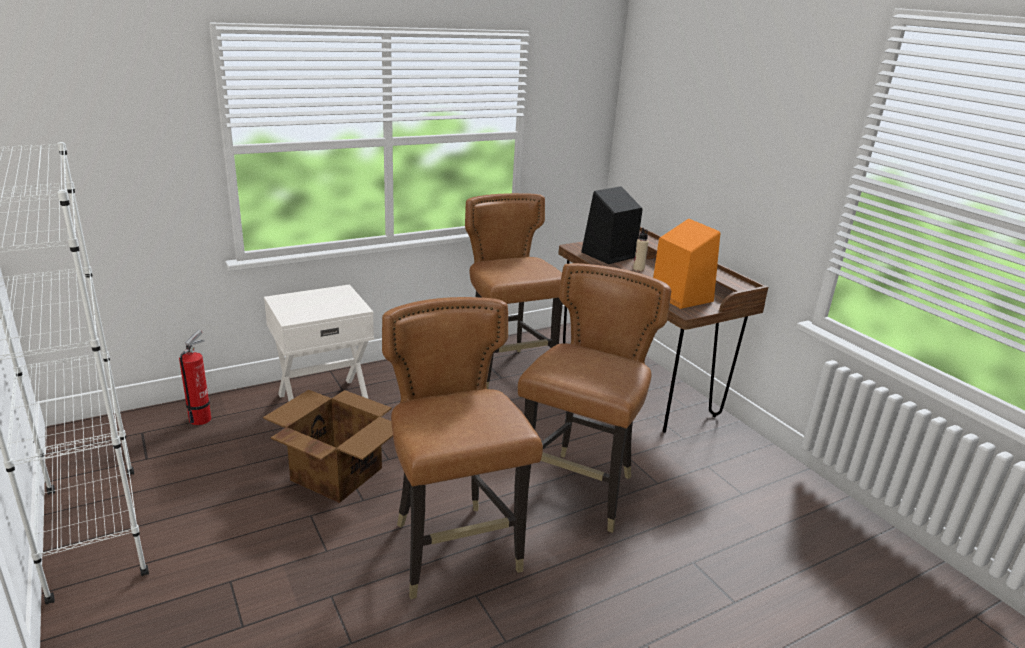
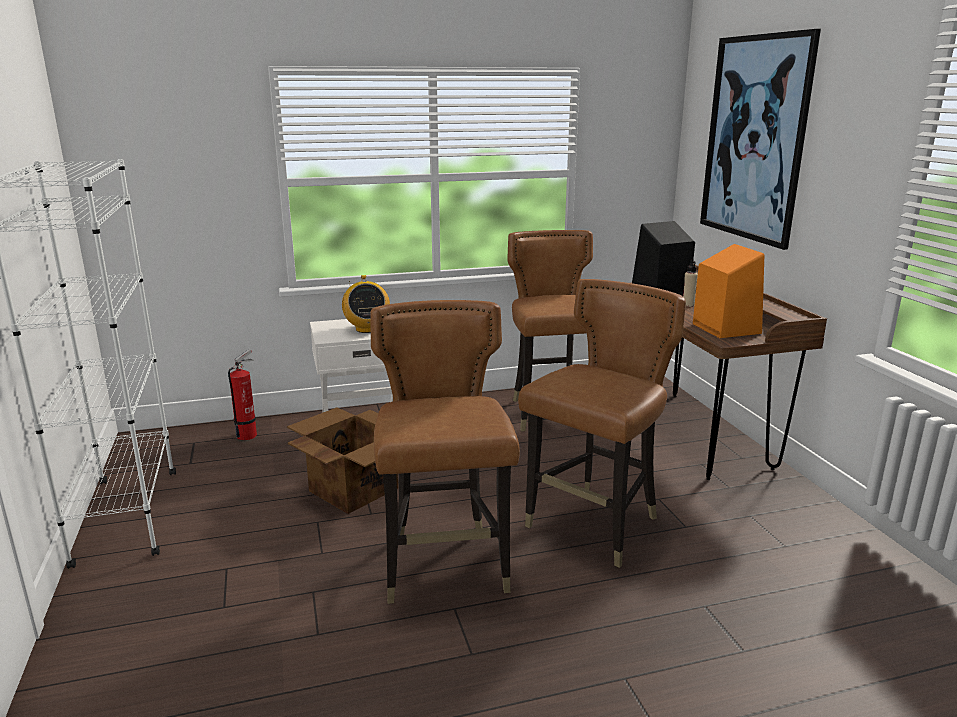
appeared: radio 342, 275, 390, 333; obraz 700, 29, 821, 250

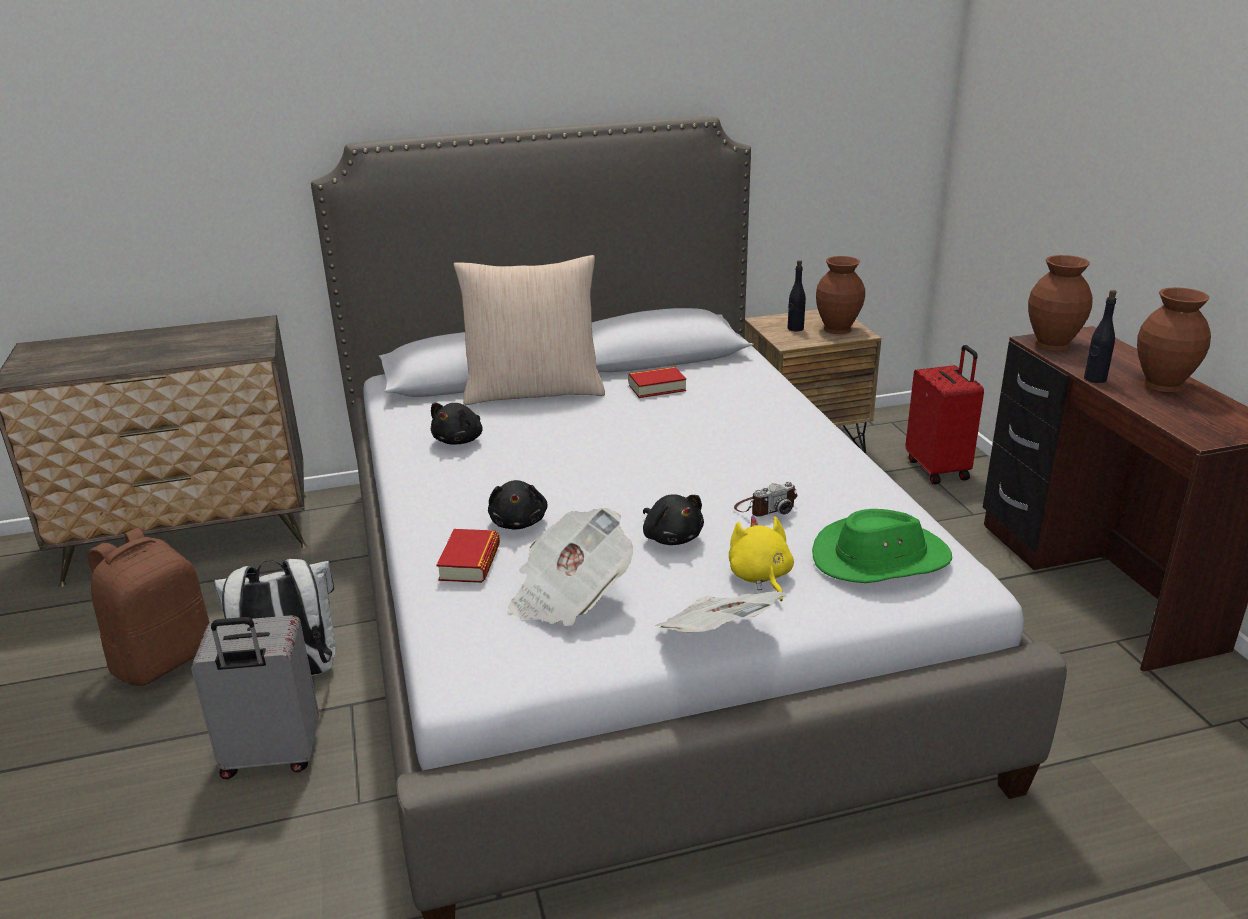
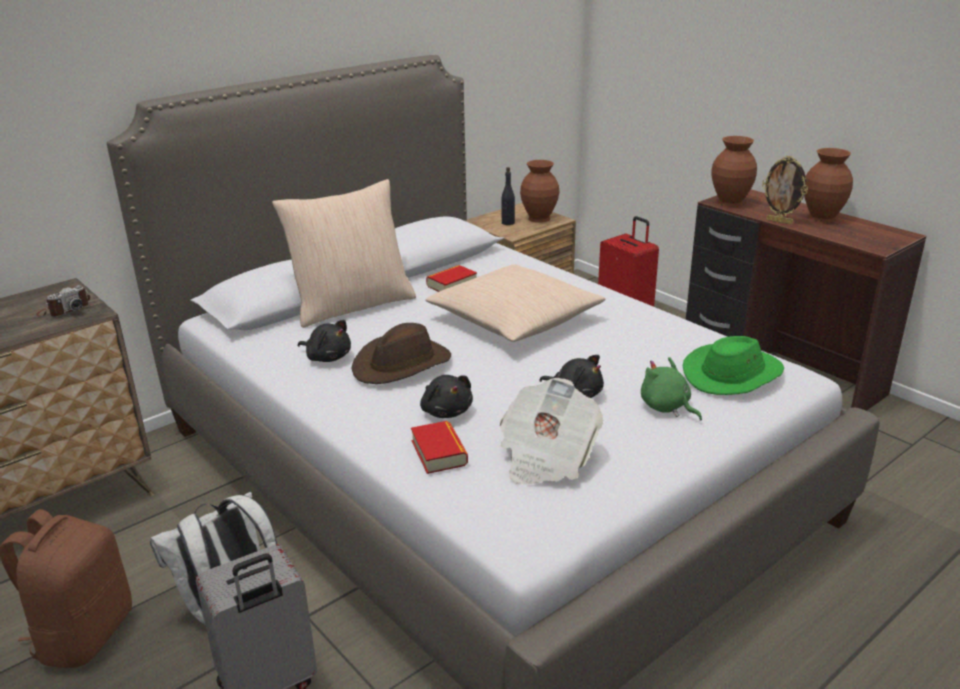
missing: gazeta 654, 591, 788, 632
appeared: kapelusz [brązowy] 351, 323, 451, 384; poduszka [beżowy] 425, 264, 605, 342
relocated: aparat fotograficzny 734, 482, 797, 517 to 36, 285, 90, 317
exchanged: butelka [czarny] 1084, 290, 1117, 383 to ramka na zdjęcie 762, 156, 808, 224
colour: pluszak [żółty] 729, 515, 794, 601 to pluszak [zielony] 641, 357, 702, 421
spun: pluszak [czarny] 431, 403, 483, 445 = 298, 320, 351, 362 60 degrees counterclockwise

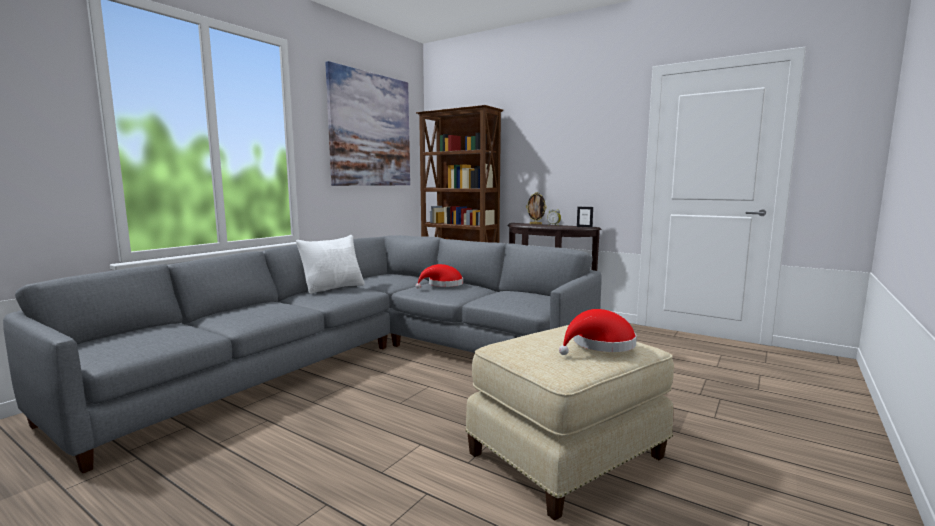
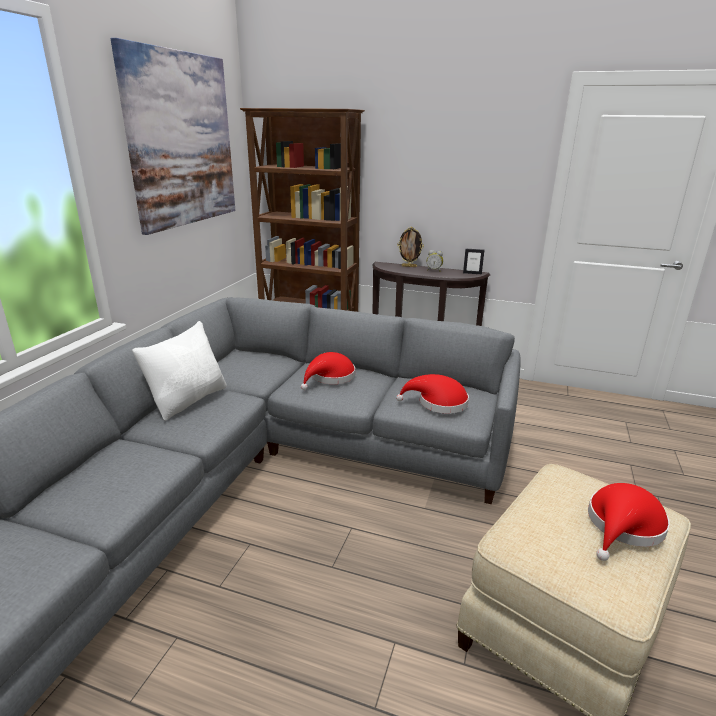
appeared: kapelusz [czerwony] 396, 374, 469, 413

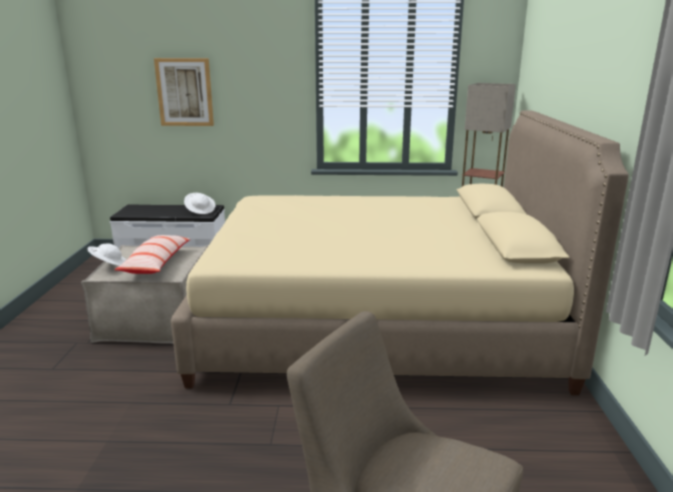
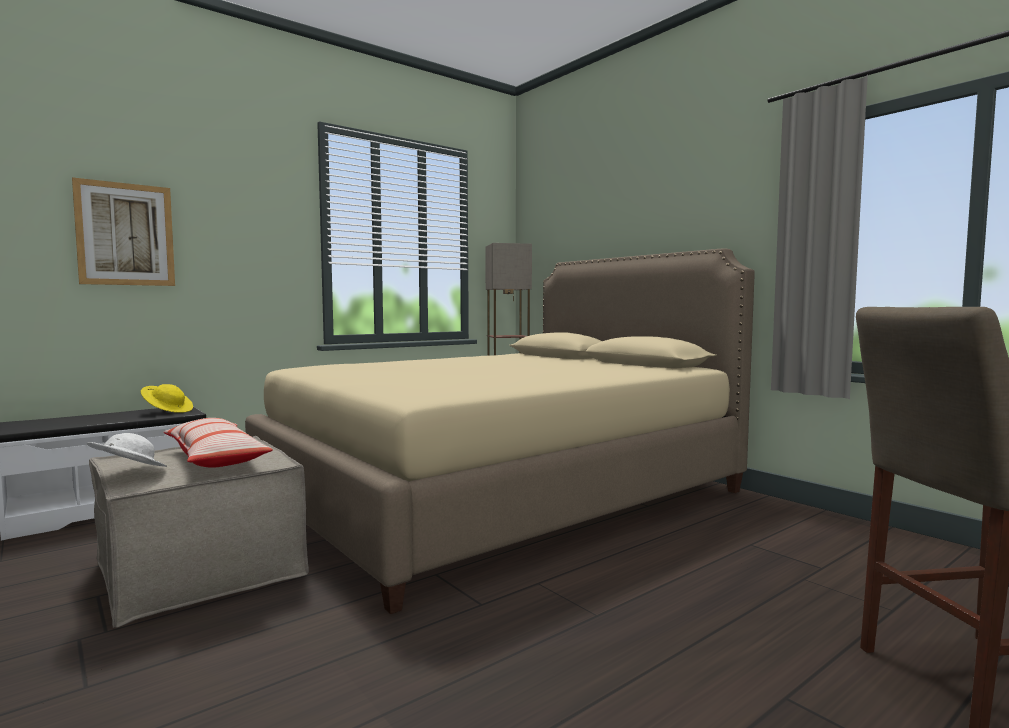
colour: kapelusz [biały] 184, 193, 216, 214 to kapelusz [żółty] 141, 384, 193, 413

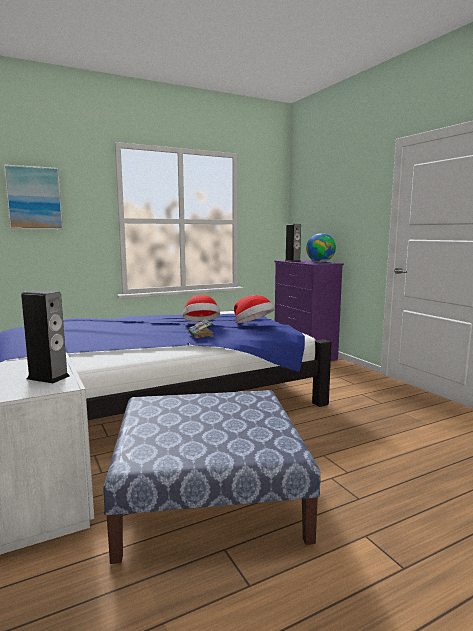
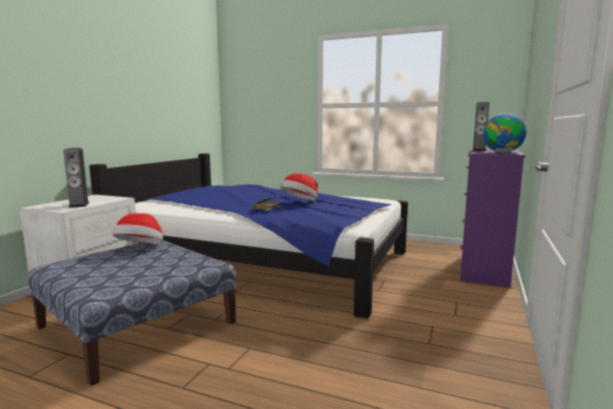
missing: obraz 4, 164, 63, 229
relocated: kapelusz 234, 295, 274, 323 to 113, 213, 163, 243

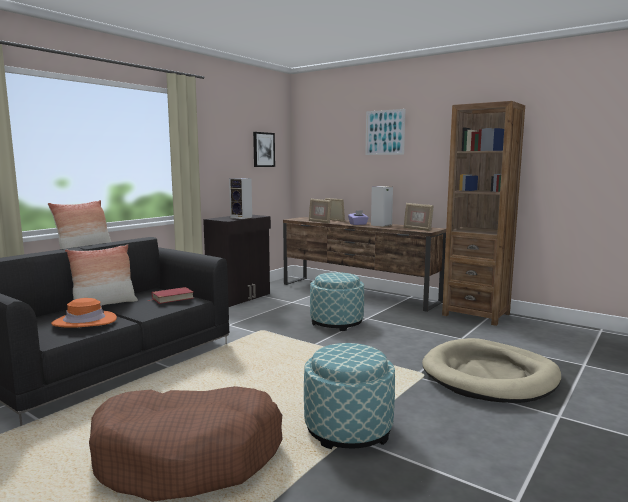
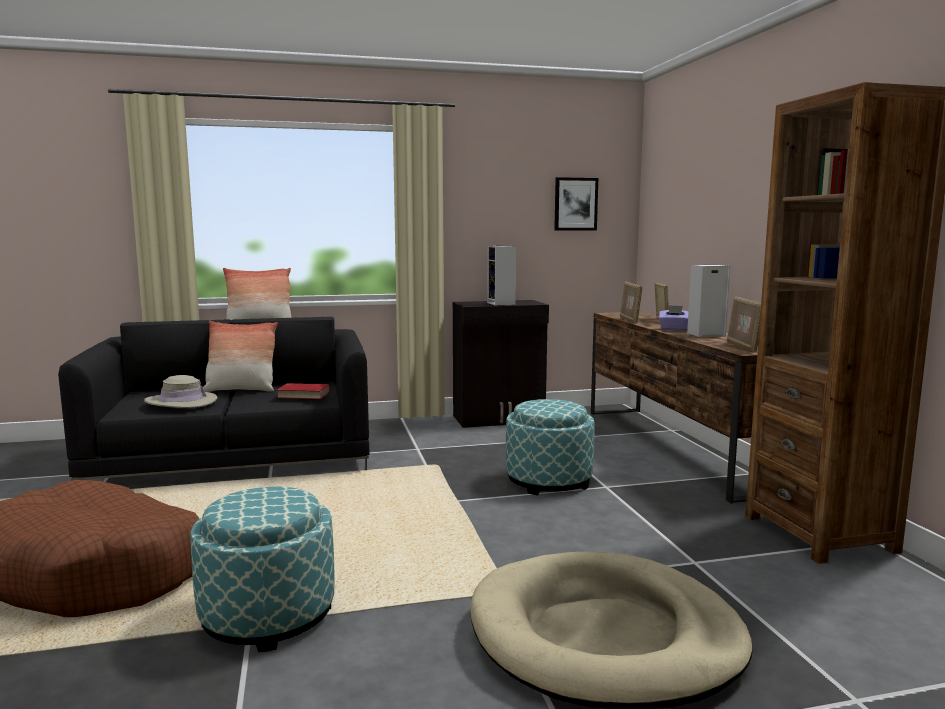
missing: obraz 365, 109, 406, 155
colour: kapelusz [pomarańczowy] 51, 298, 117, 328 to kapelusz [beżowy] 144, 375, 217, 408

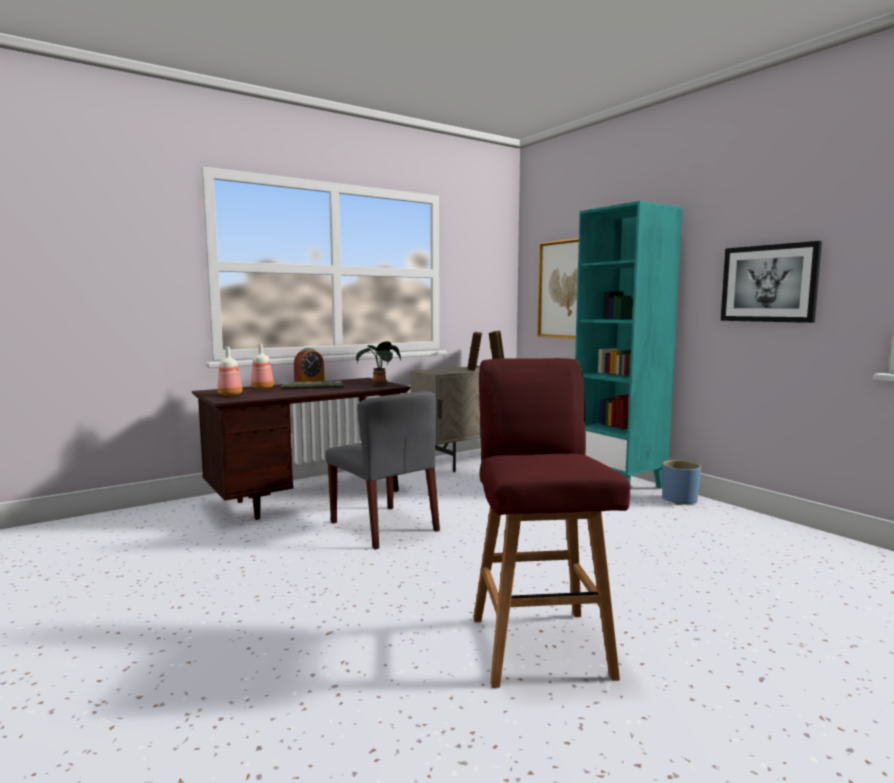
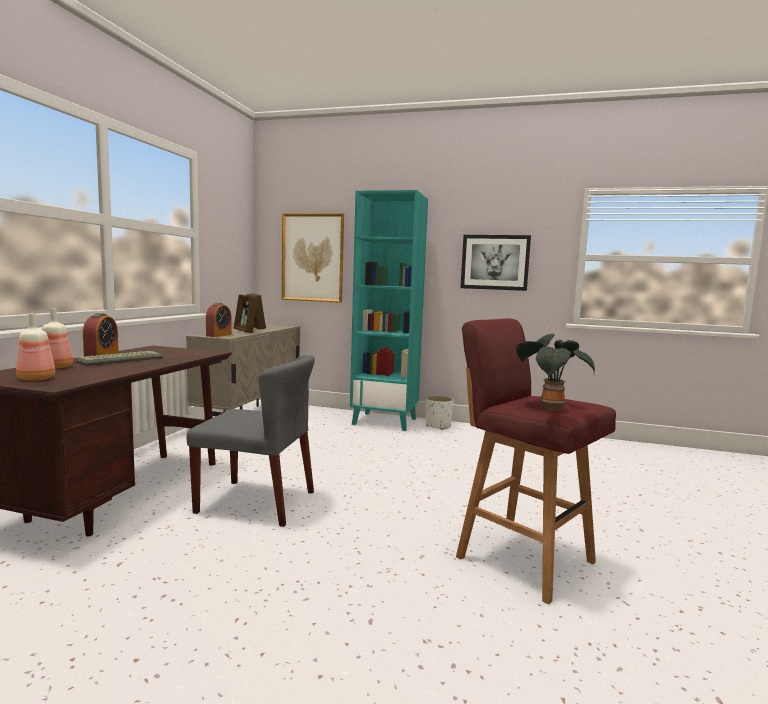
appeared: budzik 206, 303, 232, 337
relocated: roślina doniczkowa 356, 341, 401, 386 to 516, 334, 595, 411
colour: donica [niebieski] 662, 460, 701, 505 to donica [biały] 426, 395, 454, 430

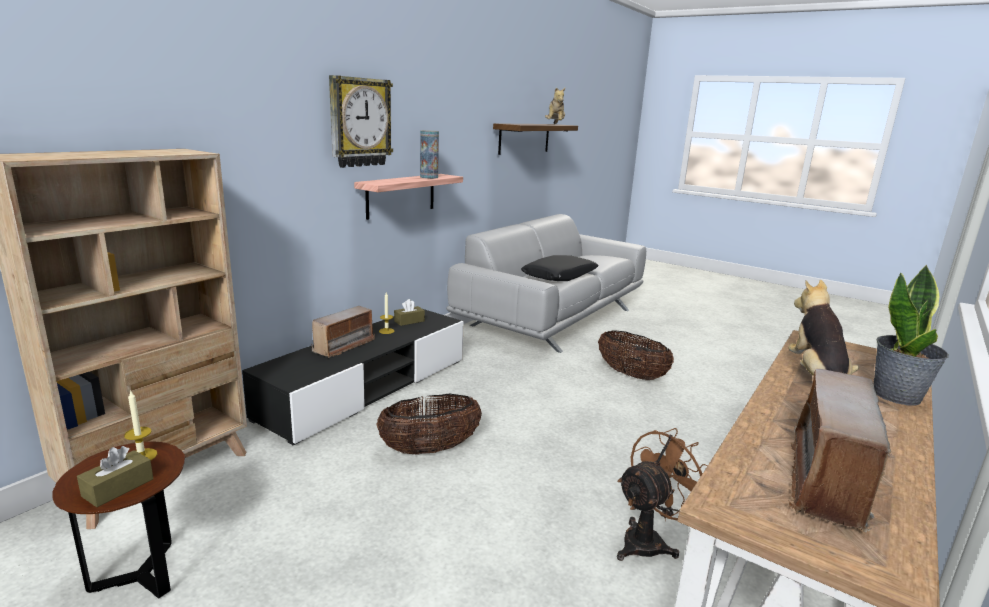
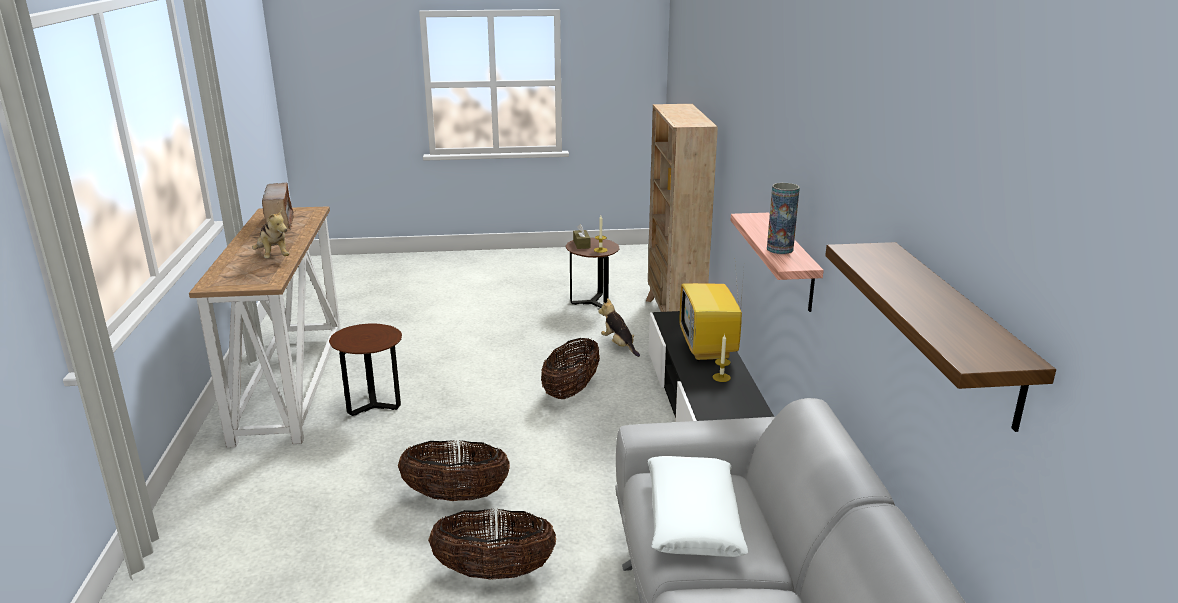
missing: zegar ścienny 329, 75, 393, 168; pudełko chusteczek [brązowy] 394, 299, 425, 326; roślina doniczkowa 873, 265, 949, 405
appeared: koszyk 398, 440, 510, 501
relocated: pluszak 545, 88, 565, 124 to 598, 298, 640, 357
exchanged: wentylator [brązowy] 617, 428, 708, 561 to stolik [brązowy] 329, 323, 402, 416; radio 311, 306, 375, 358 to telewizor 680, 265, 744, 361
colour: poduszka [czarny] 521, 255, 599, 281 to poduszka [biały] 648, 456, 749, 557

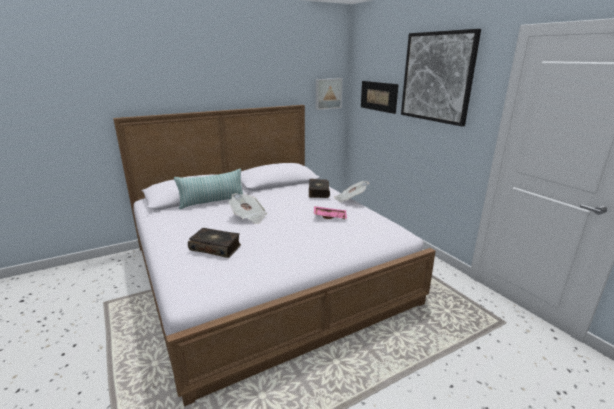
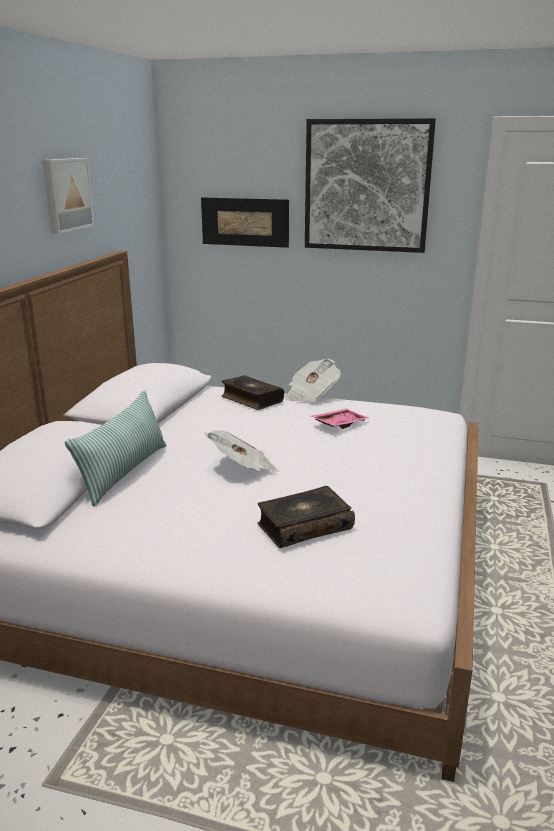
relocated: obraz 316, 78, 343, 110 to 42, 158, 95, 234

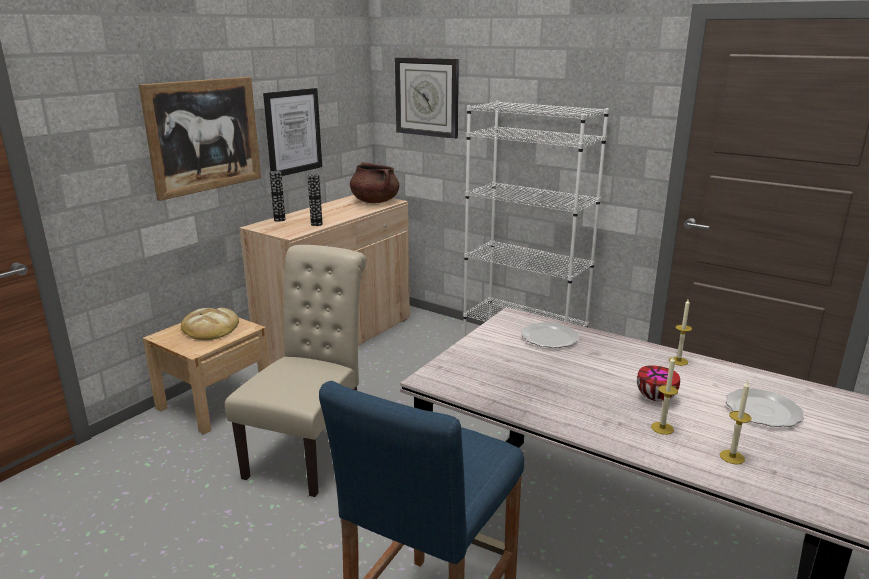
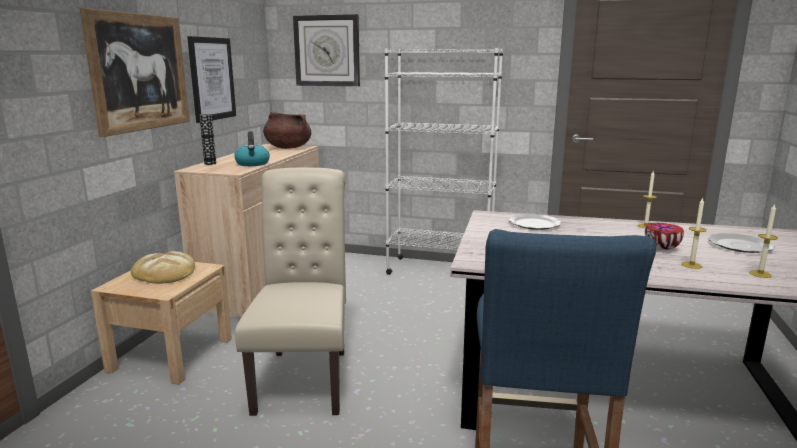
exchanged: wazon 307, 174, 323, 226 to czajnik 234, 131, 270, 166

